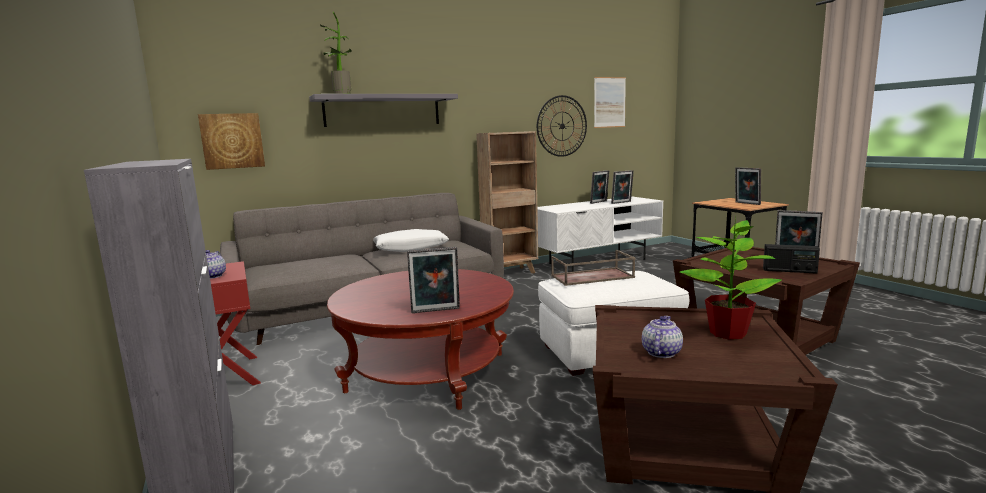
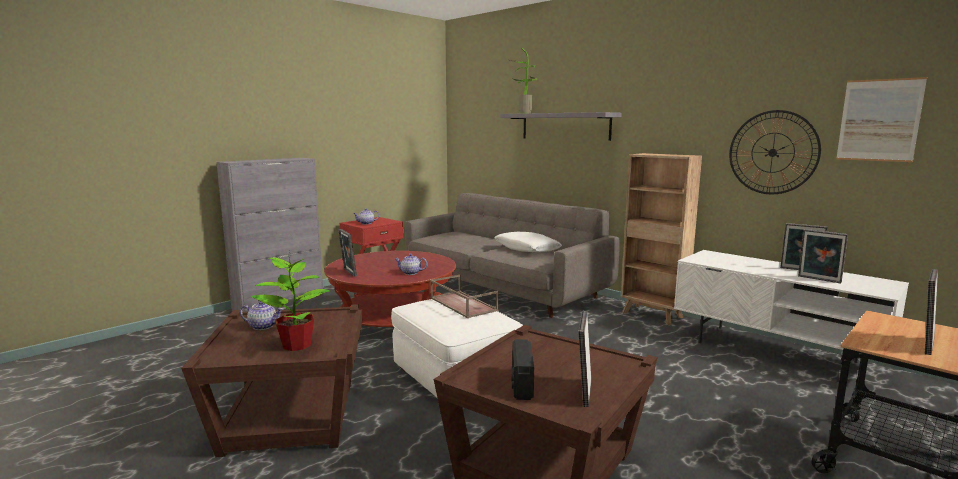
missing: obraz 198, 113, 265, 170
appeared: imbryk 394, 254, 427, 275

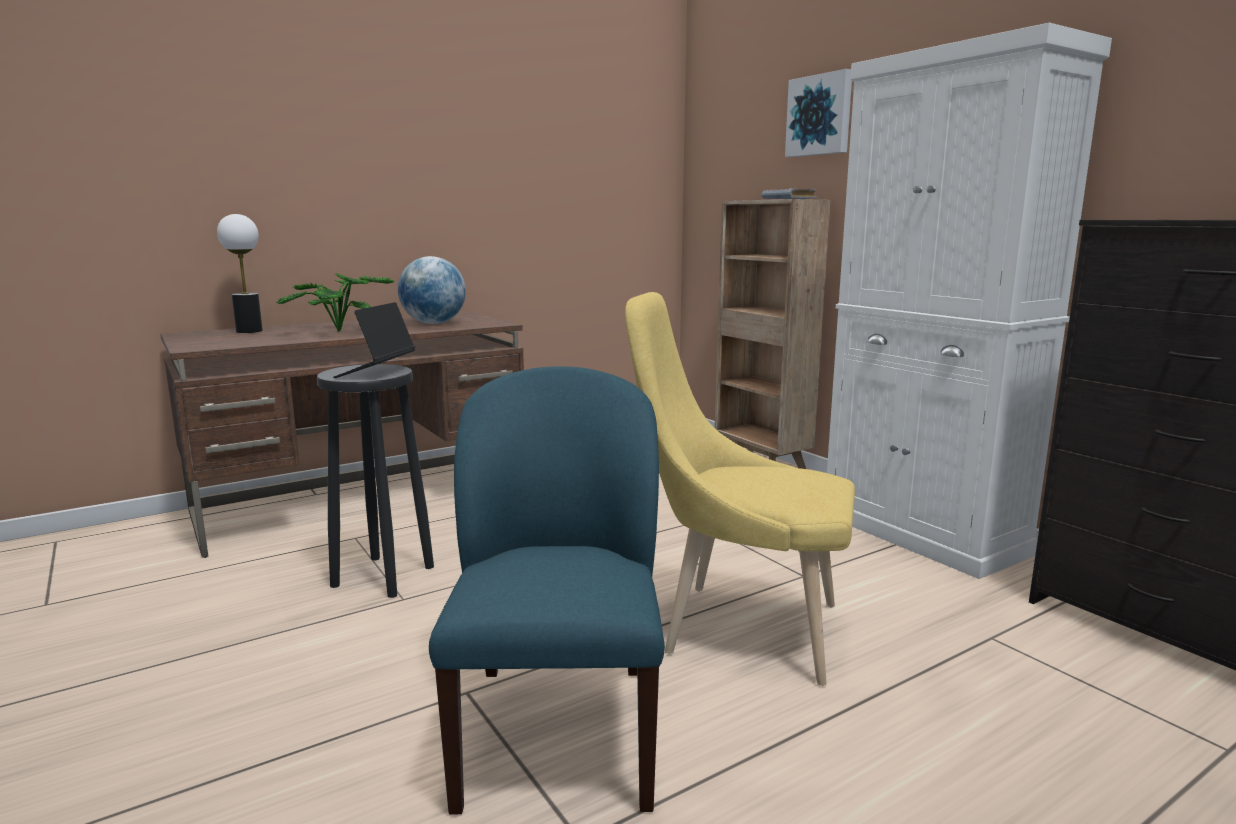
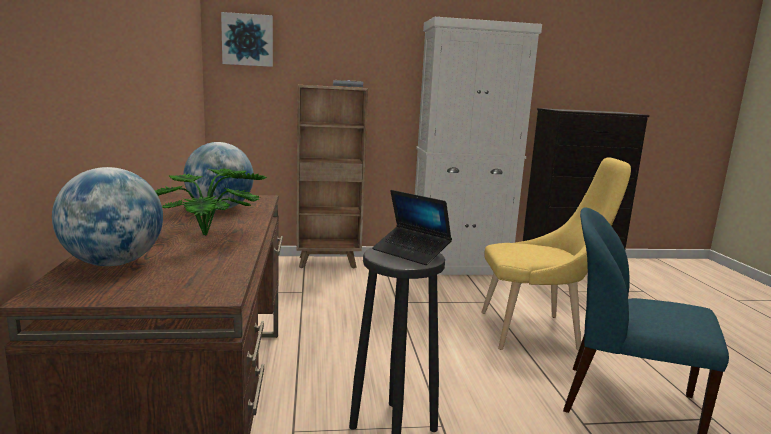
relocated: obraz 785, 69, 852, 157 to 221, 12, 273, 67
exchanged: lampa stołowa 217, 214, 263, 333 to globus 52, 167, 163, 266
spun: krzesło [żółty] 625, 292, 855, 686 = 481, 157, 631, 350 135 degrees counterclockwise

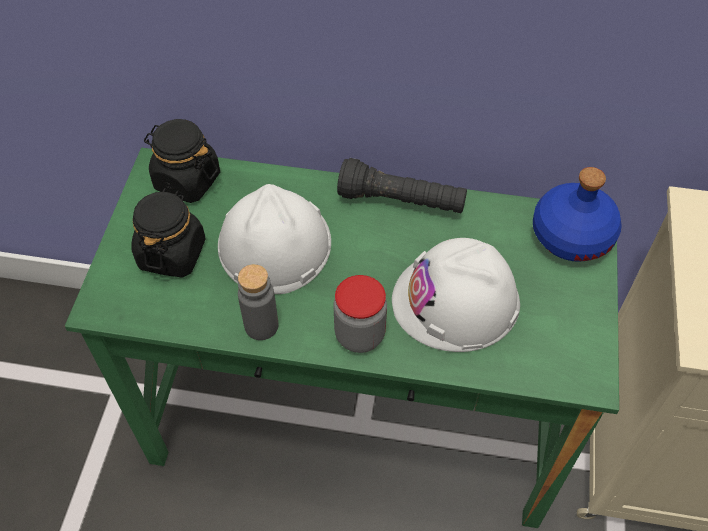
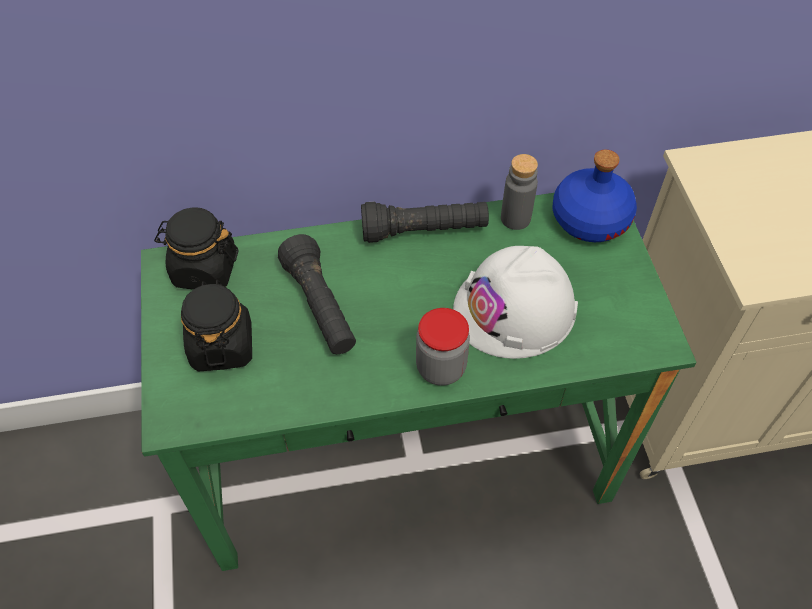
relocated: butelka [szary] 238, 264, 278, 340 to 501, 154, 538, 230
exchanged: kask [biały] 218, 184, 331, 294 to latarka [czarny] 278, 234, 356, 354

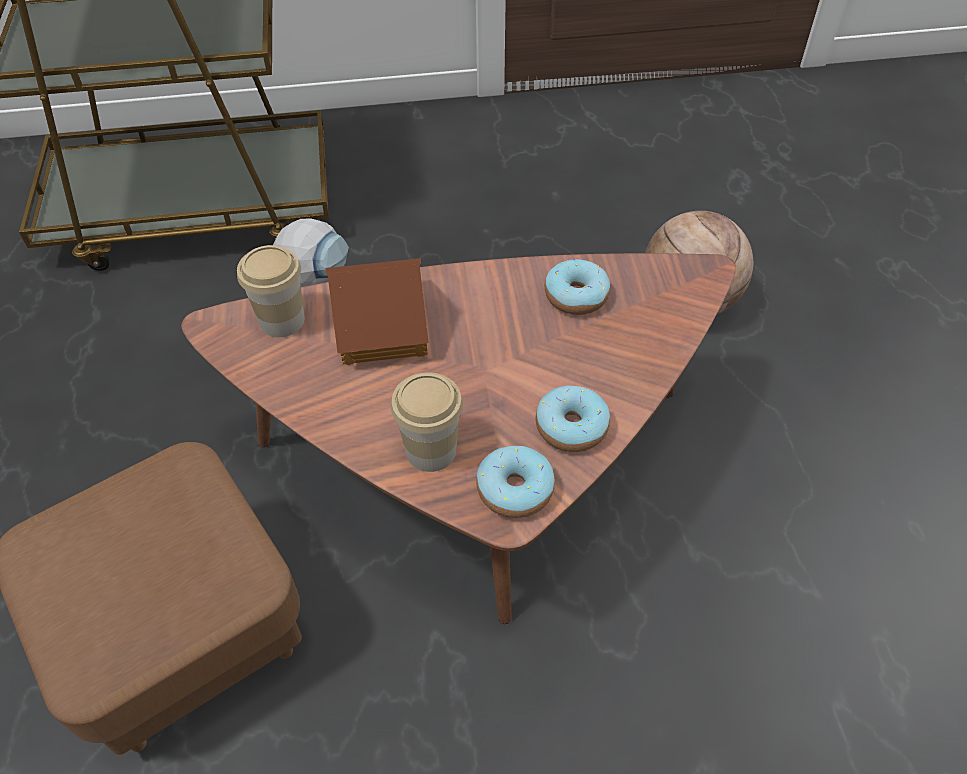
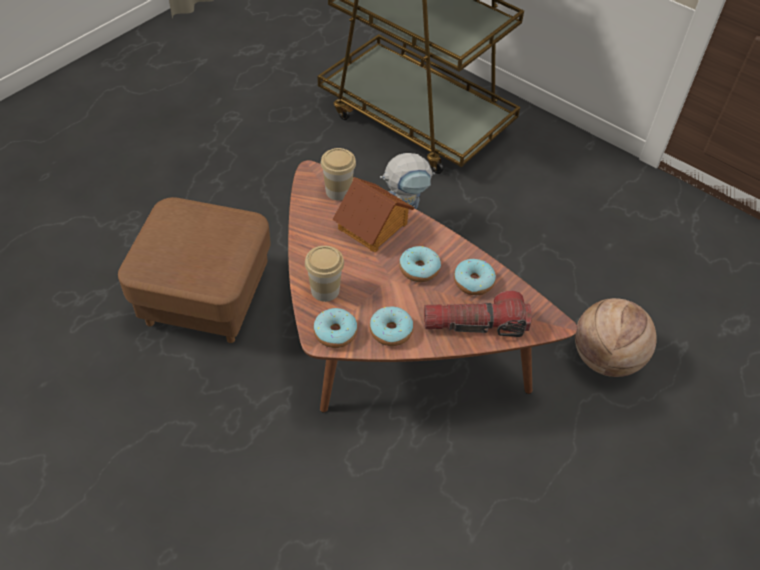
appeared: donut 399, 246, 441, 282; latarka 424, 291, 532, 337

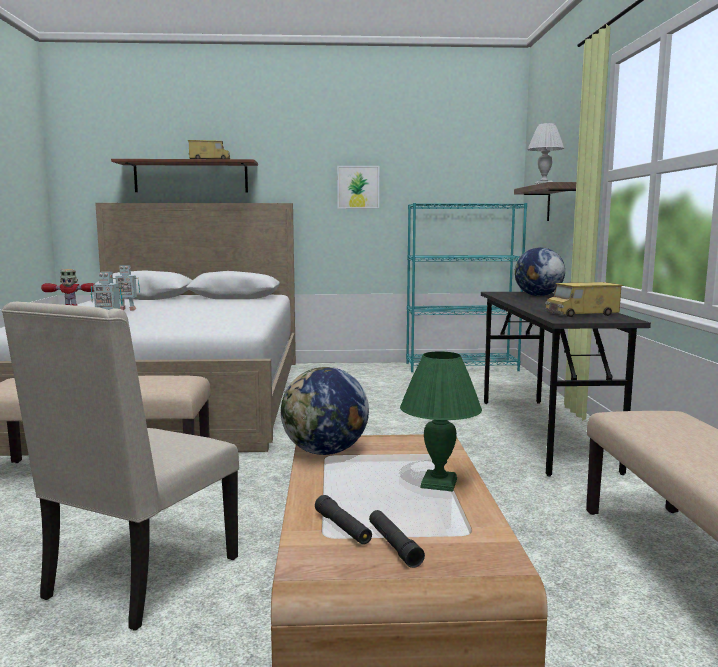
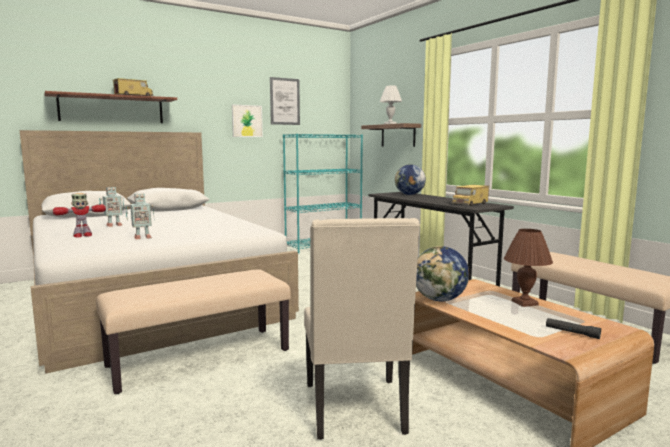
missing: latarka [czarny] 315, 495, 372, 545
appeared: obraz 270, 77, 300, 125
colour: lampa stołowa [zielony] 400, 351, 482, 492 to lampa stołowa [brązowy] 504, 229, 553, 307

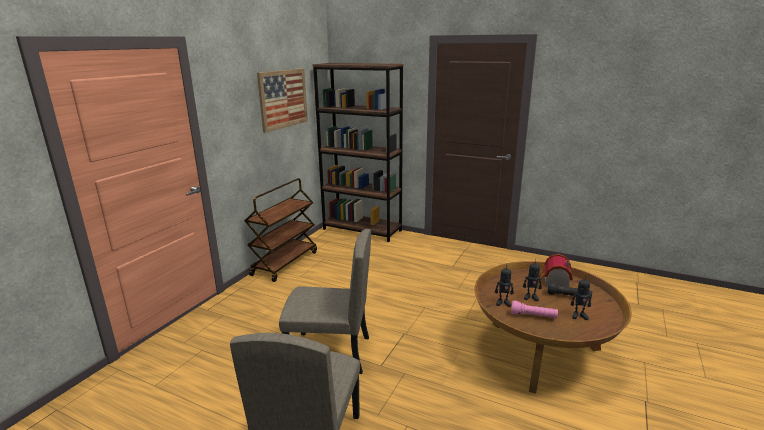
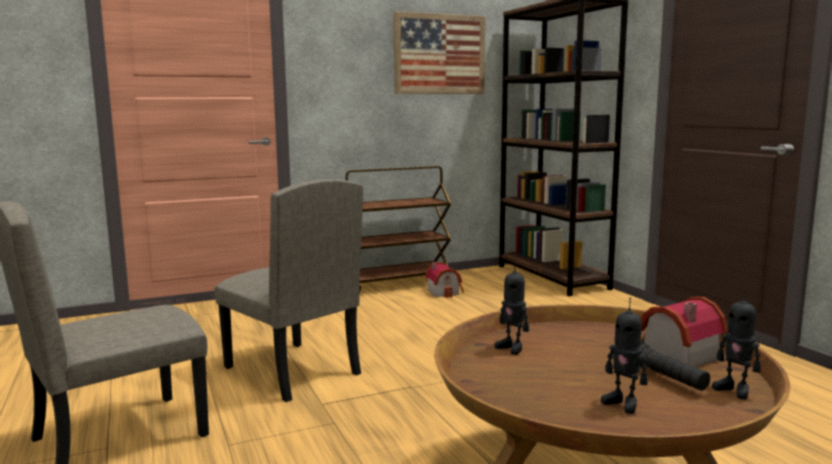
missing: latarka [różowy] 511, 300, 558, 318
appeared: domek 425, 262, 464, 298
relocated: robot zabawkowy 523, 260, 542, 301 to 712, 288, 761, 400

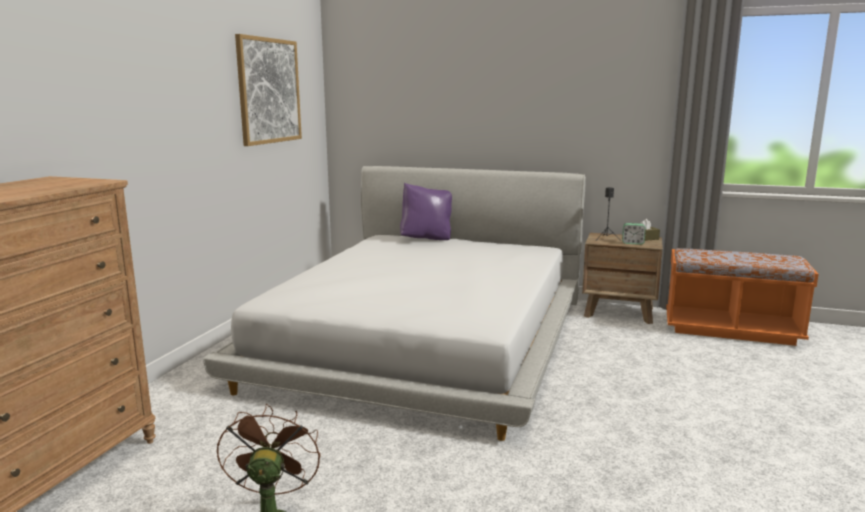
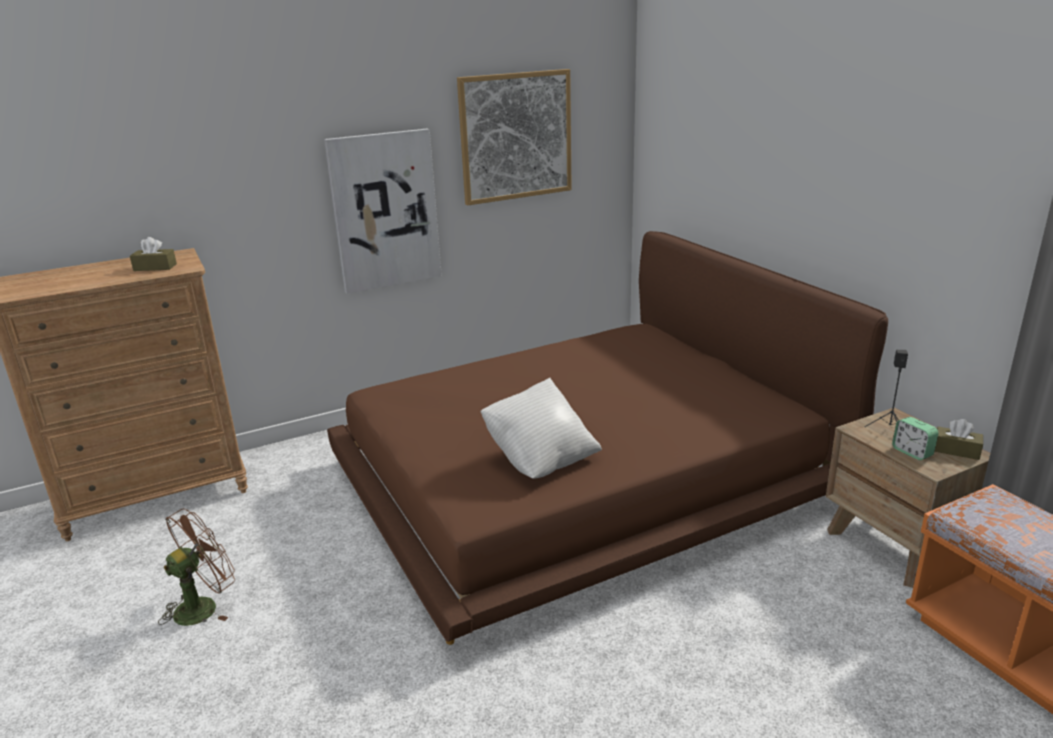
missing: poduszka [fioletowy] 400, 183, 452, 240
appeared: pudełko chusteczek [brązowy] 130, 237, 177, 271; obraz 324, 129, 442, 294; poduszka [biały] 480, 378, 602, 479
colour: łóżko [biały] 203, 166, 586, 441 to łóżko [brązowy] 327, 231, 888, 645

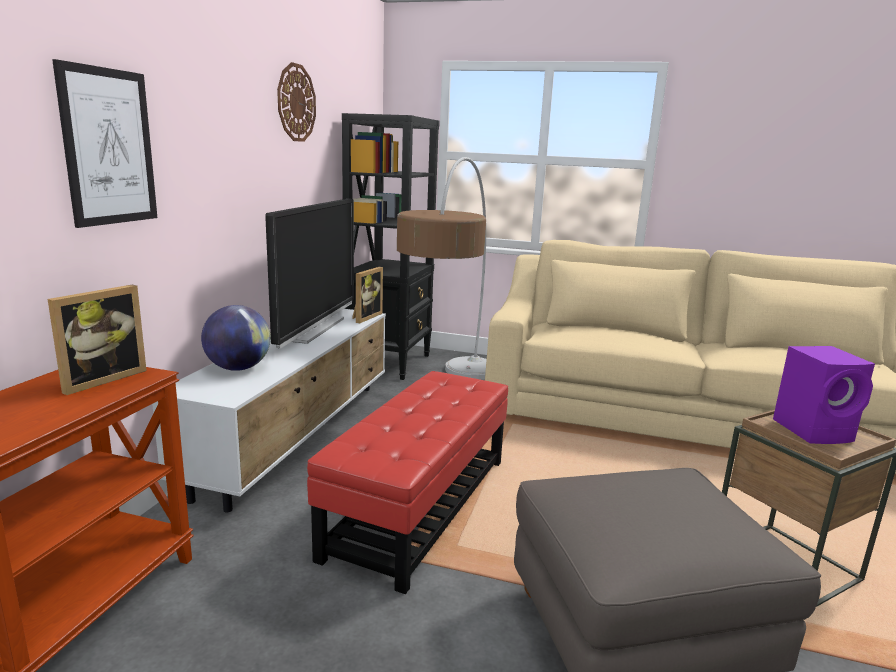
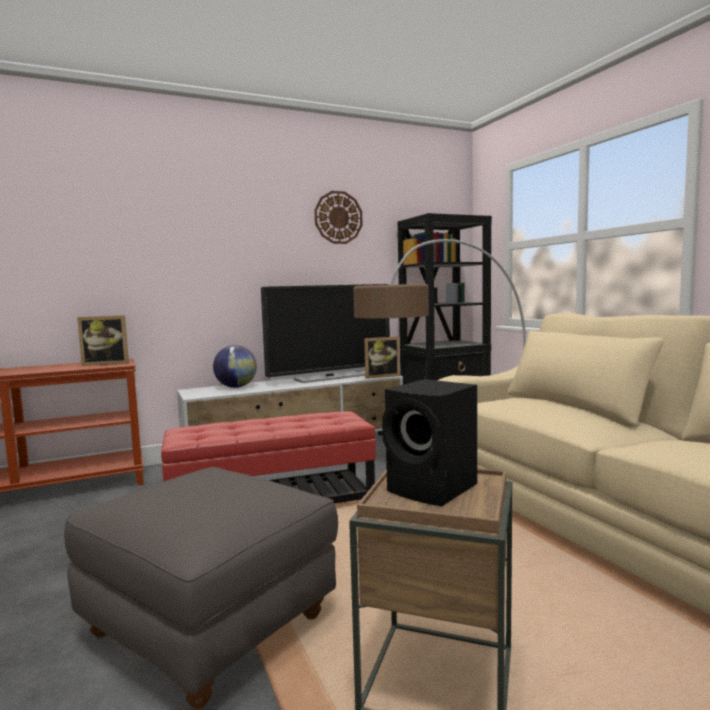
missing: obraz 52, 59, 157, 228
colour: głośnik [fioletowy] 773, 346, 875, 444 to głośnik [czarny] 382, 379, 477, 506

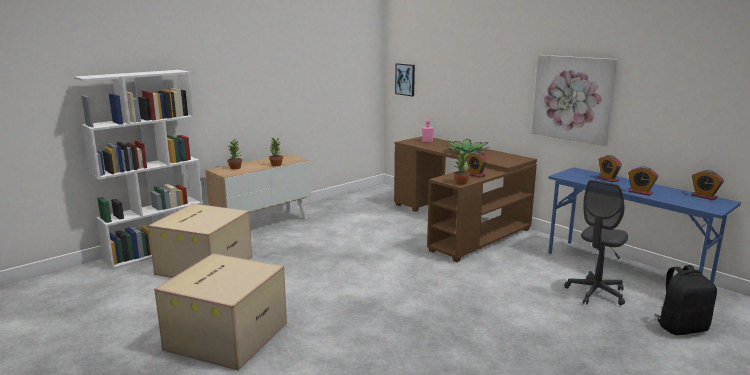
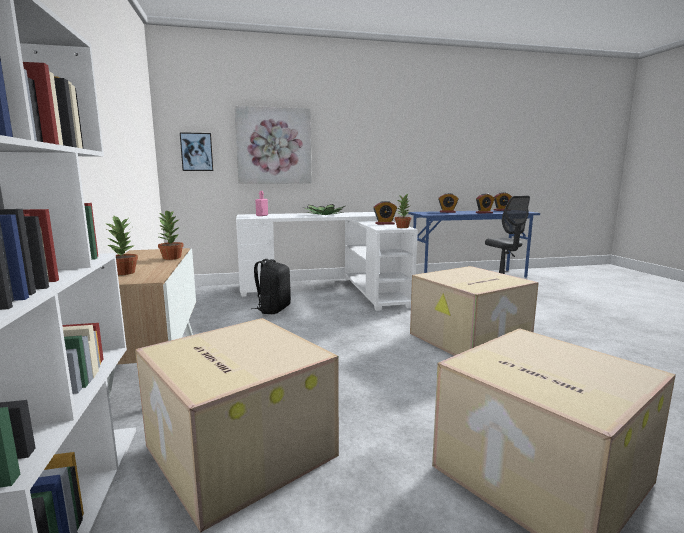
appeared: karton 410, 266, 539, 356
relocated: obraz 532, 55, 618, 146 to 234, 106, 312, 184; plecak [czarny] 655, 265, 717, 335 to 251, 259, 291, 314
colour: biurko [brązowy] 394, 136, 537, 262 to biurko [biały] 236, 212, 418, 311

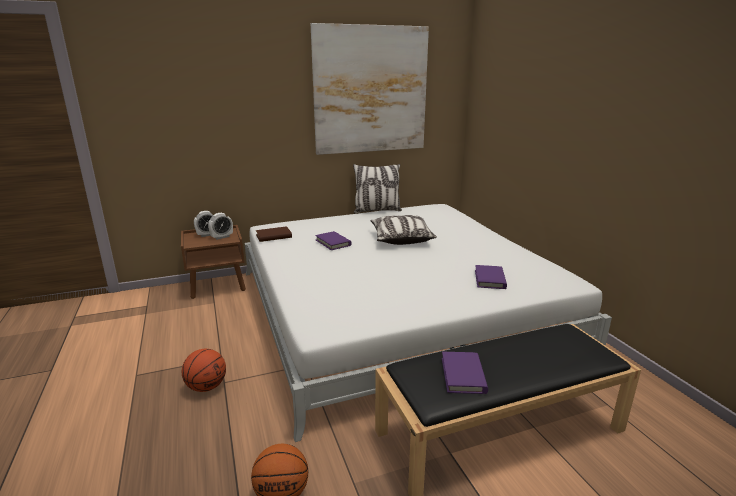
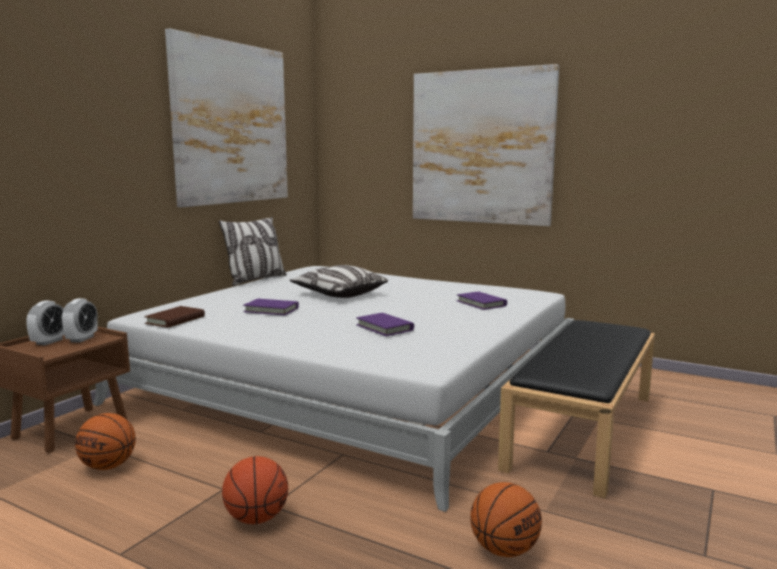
appeared: piłka do koszykówki 75, 413, 136, 470; obraz 413, 64, 559, 226
relocated: książka [fioletowy] 442, 352, 488, 394 to 356, 313, 414, 336

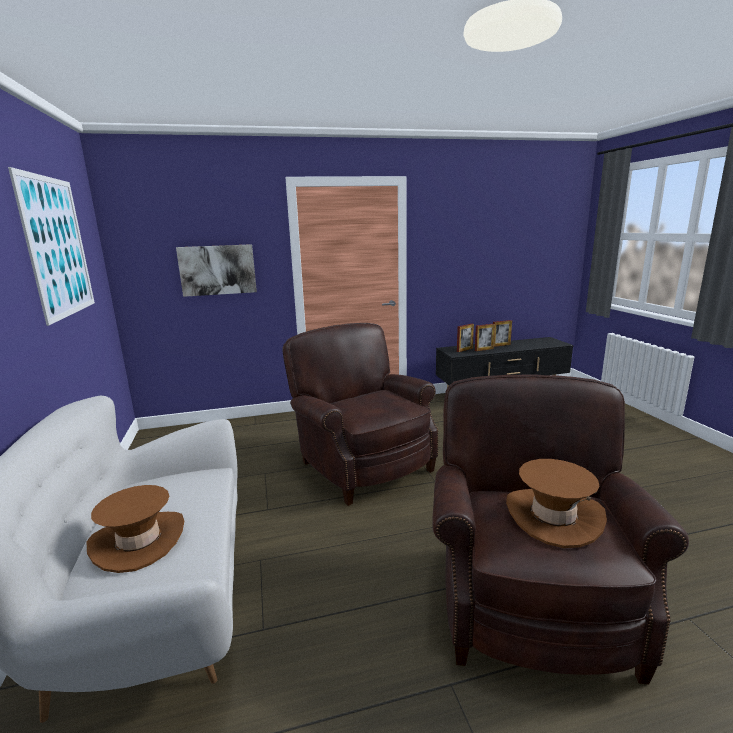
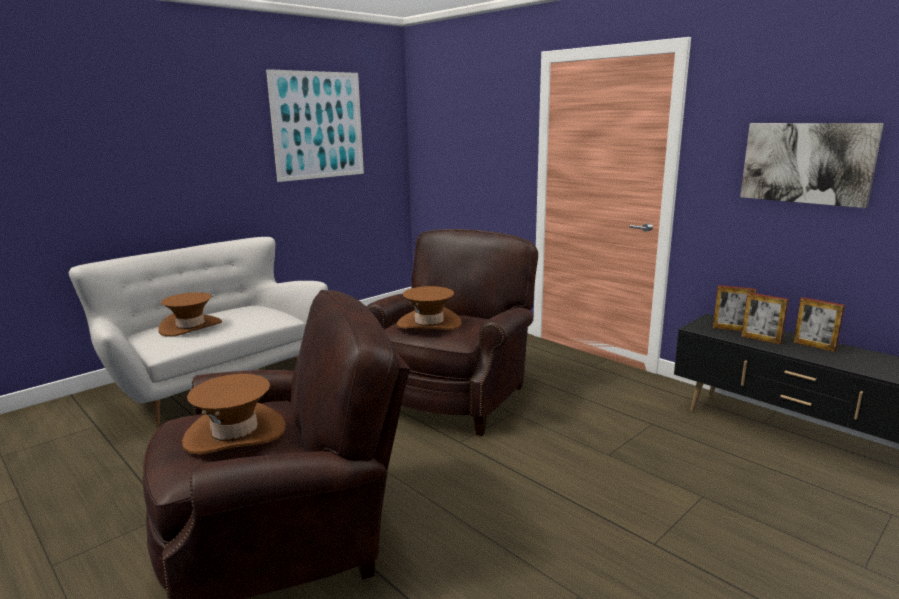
appeared: kapelusz [brązowy] 397, 286, 462, 330
relocated: obraz 176, 244, 257, 297 to 740, 123, 884, 208

